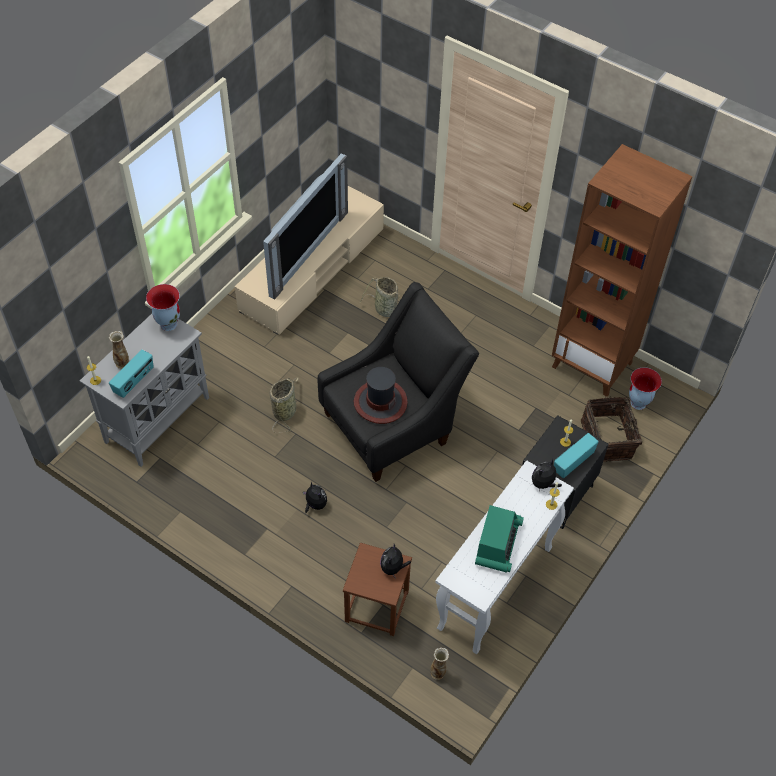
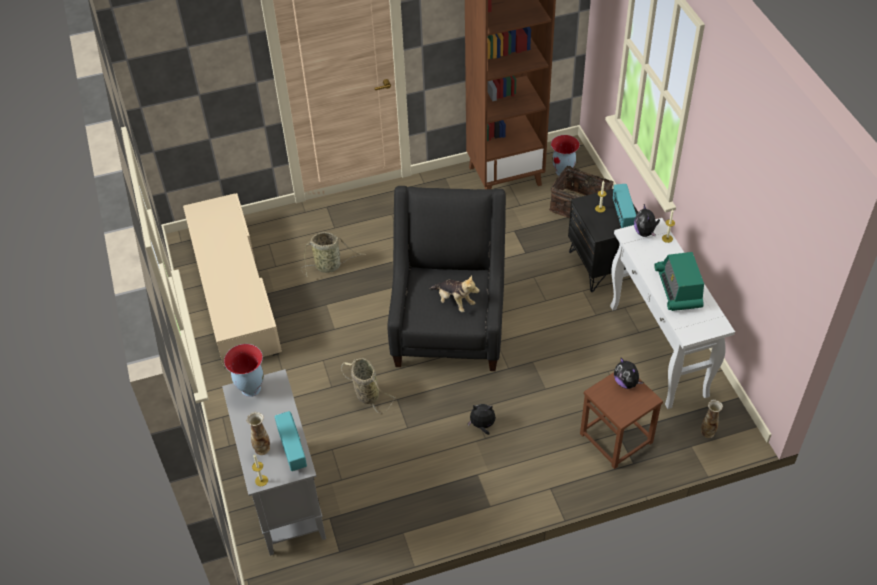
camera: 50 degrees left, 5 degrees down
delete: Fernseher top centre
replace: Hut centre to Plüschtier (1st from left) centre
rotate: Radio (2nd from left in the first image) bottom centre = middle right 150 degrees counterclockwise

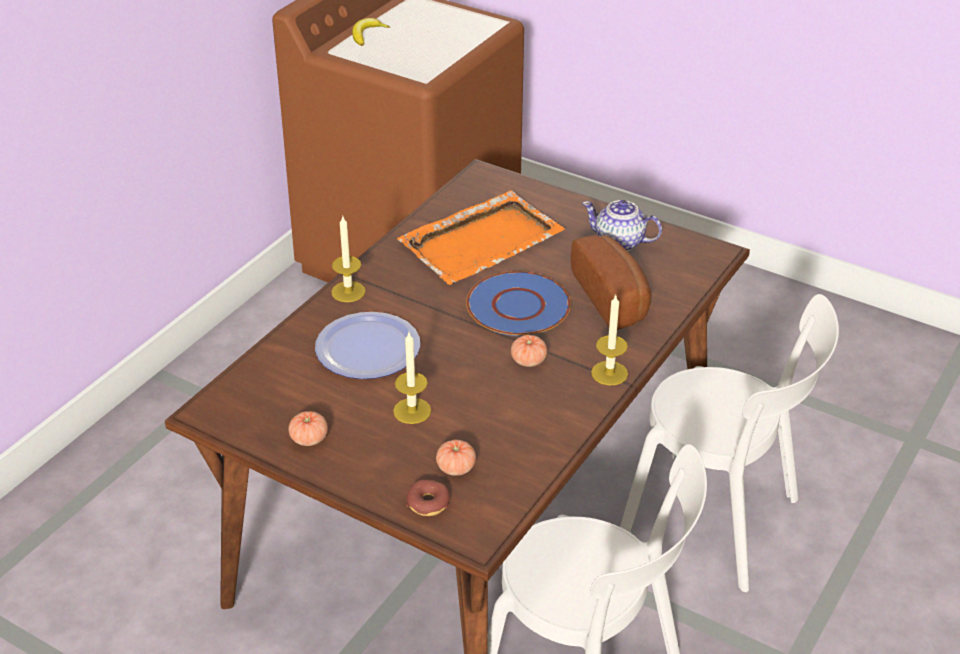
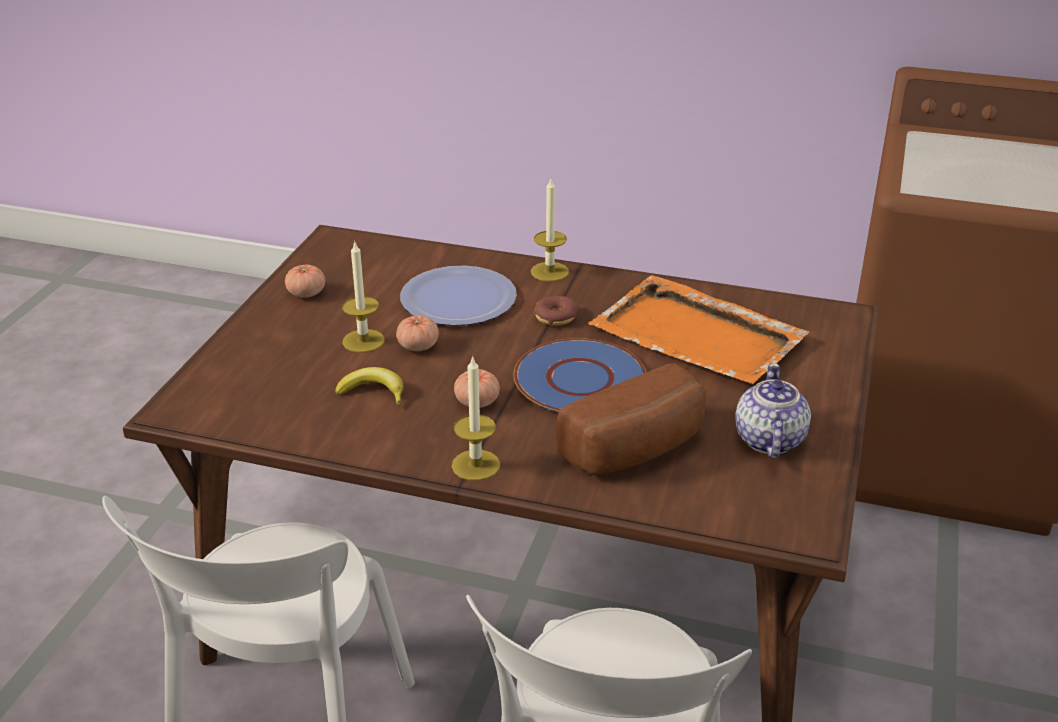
camera: 75 degrees right, 5 degrees down
move: Banane top centre to centre; Tomate (2nd from left) bottom centre to centre; Donut bottom centre to centre

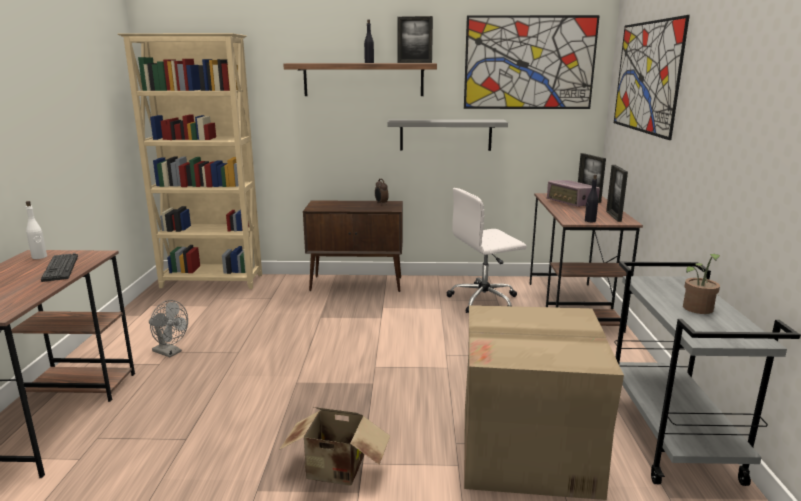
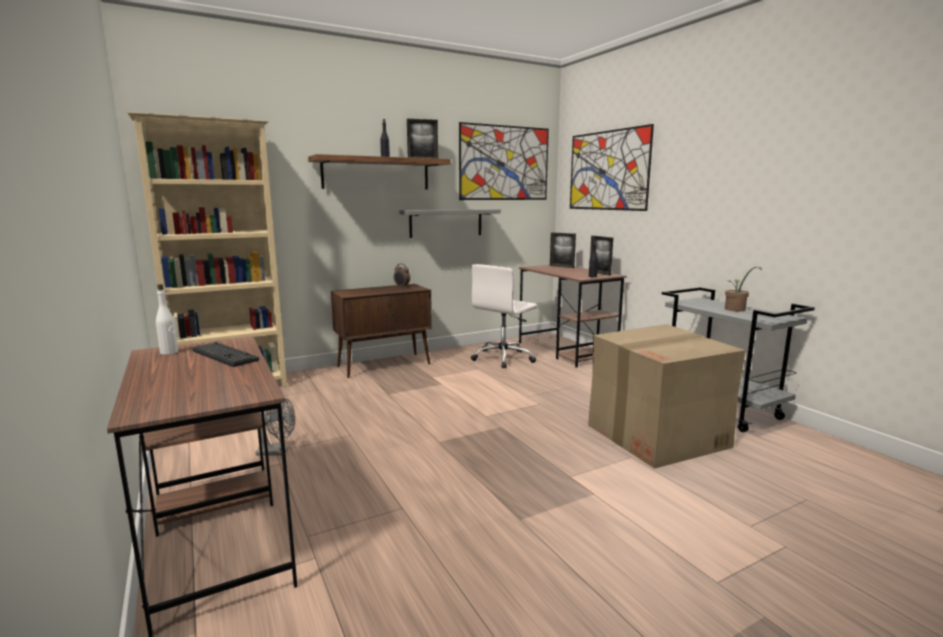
camera: 30 degrees left, 5 degrees down
delete: Radio middle right; Karton (1st from left) bottom centre

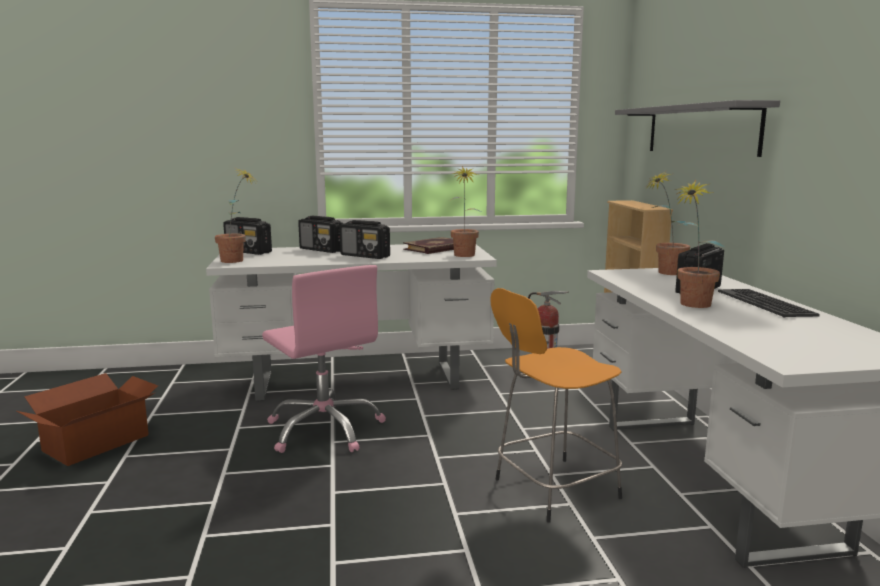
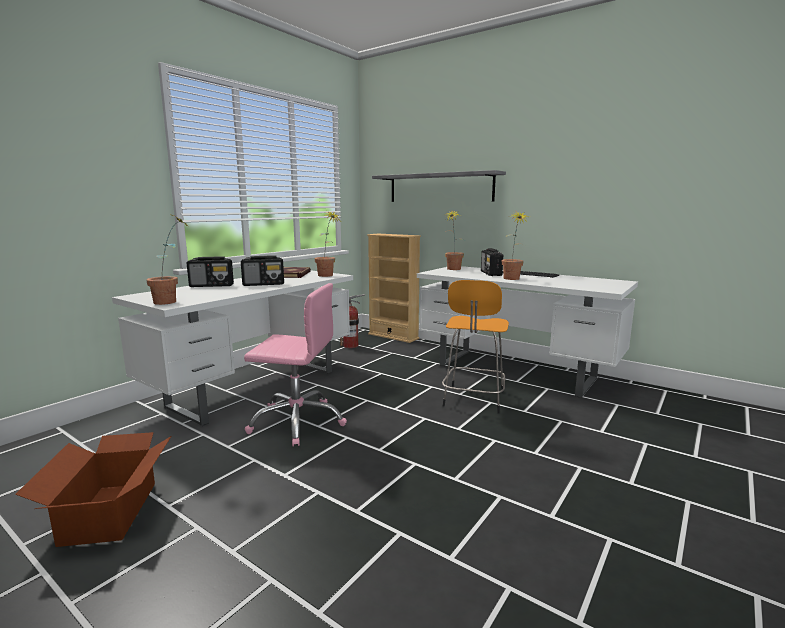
camera: 45 degrees left, 0 degrees up
delete: Radio (1st from left) middle left

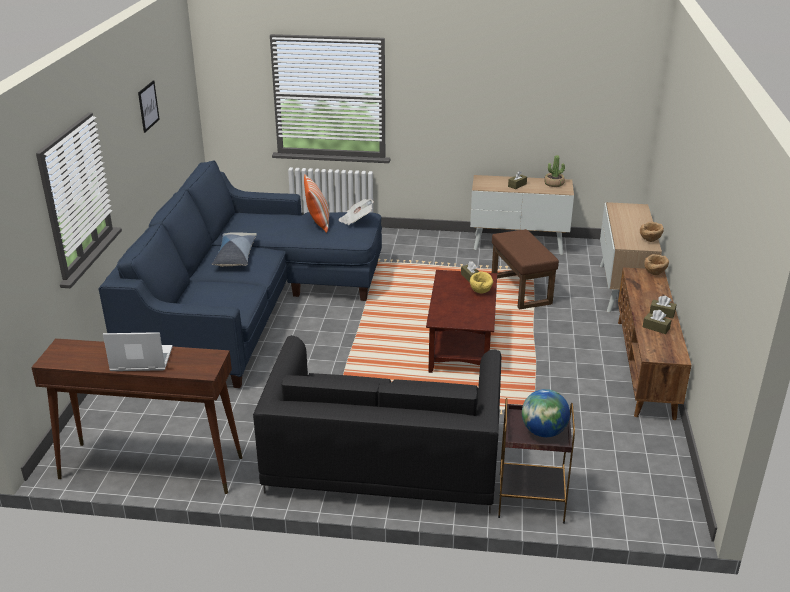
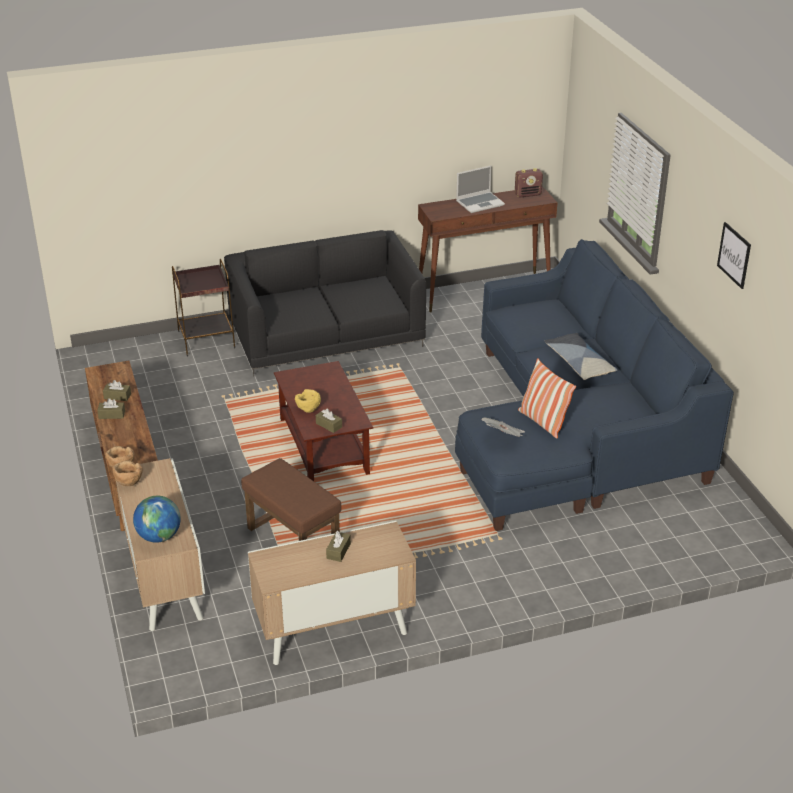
camera: 155 degrees right, 5 degrees up
delete: Topfpflanze top right
insert: Radio top right
move: Globus bottom right to middle left

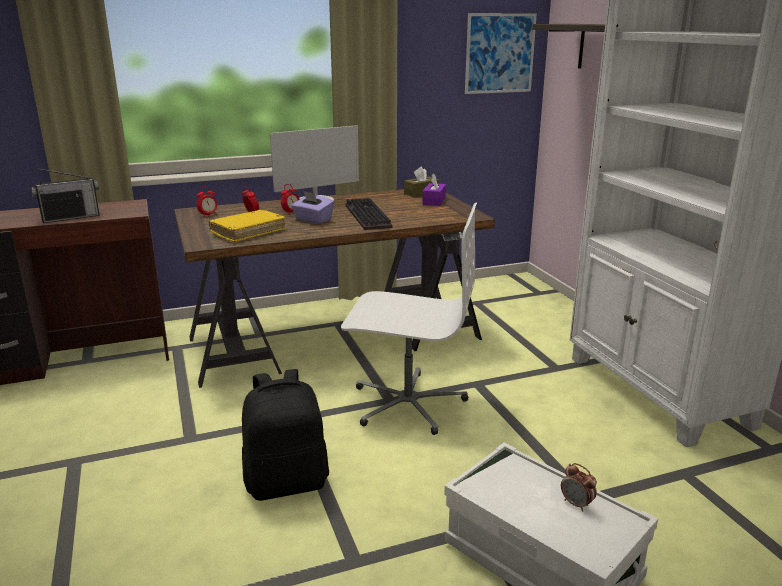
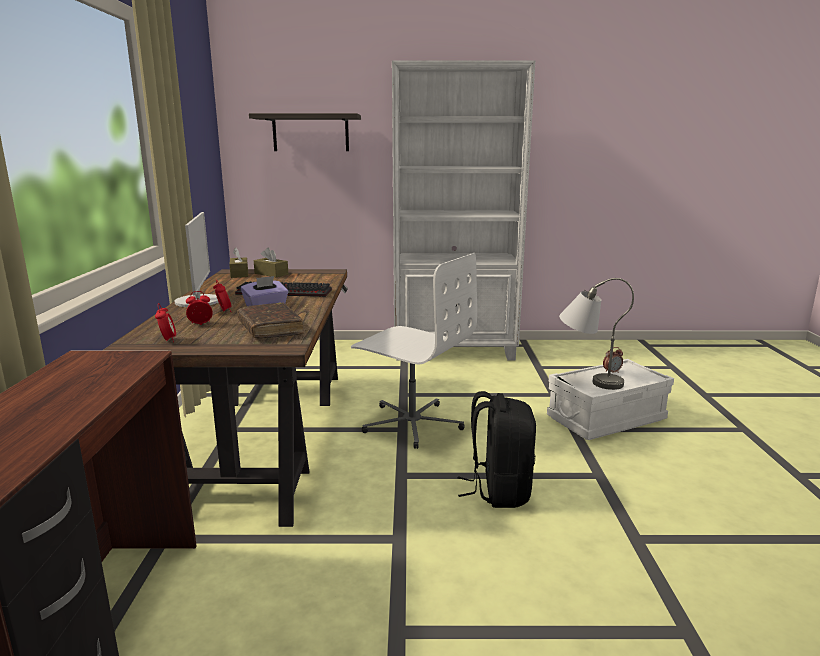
camera: 70 degrees left, 5 degrees down
delete: Bild top centre; Radio top left
insert: Tischlampe (grau) middle right
recolor: Taschentuchbox (lila) (2nd from left) top centre to Taschentuchbox (braun) (2nd from left) middle left; Buch (gelb) middle left to Buch (braun) middle left
rotate: Bürostuhl (weiß) centre = centre 90 degrees clockwise

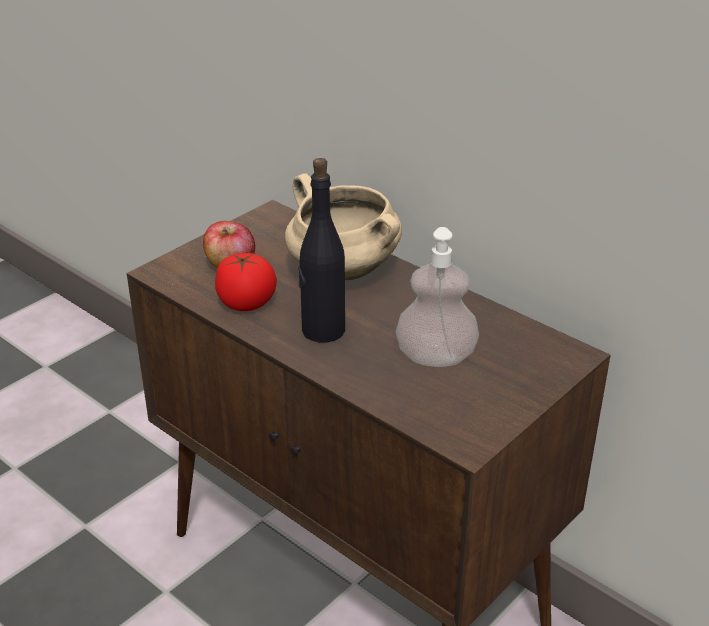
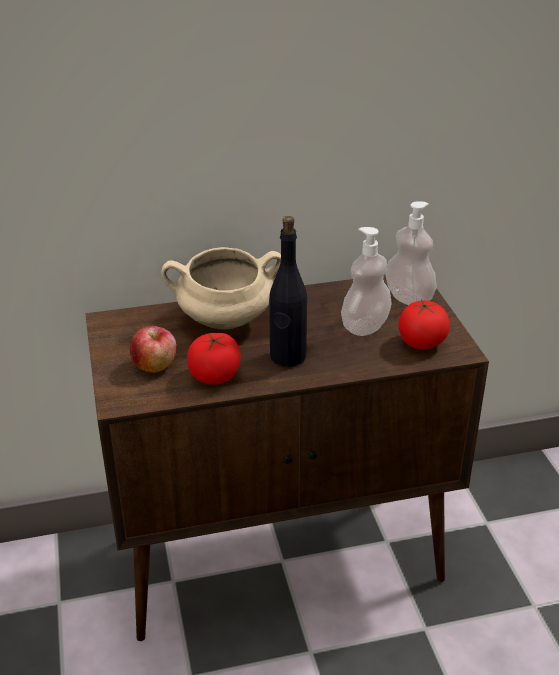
camera: 55 degrees left, 0 degrees up
insert: Seifenspender (2nd from left) middle right; Tomate (2nd from left) middle right

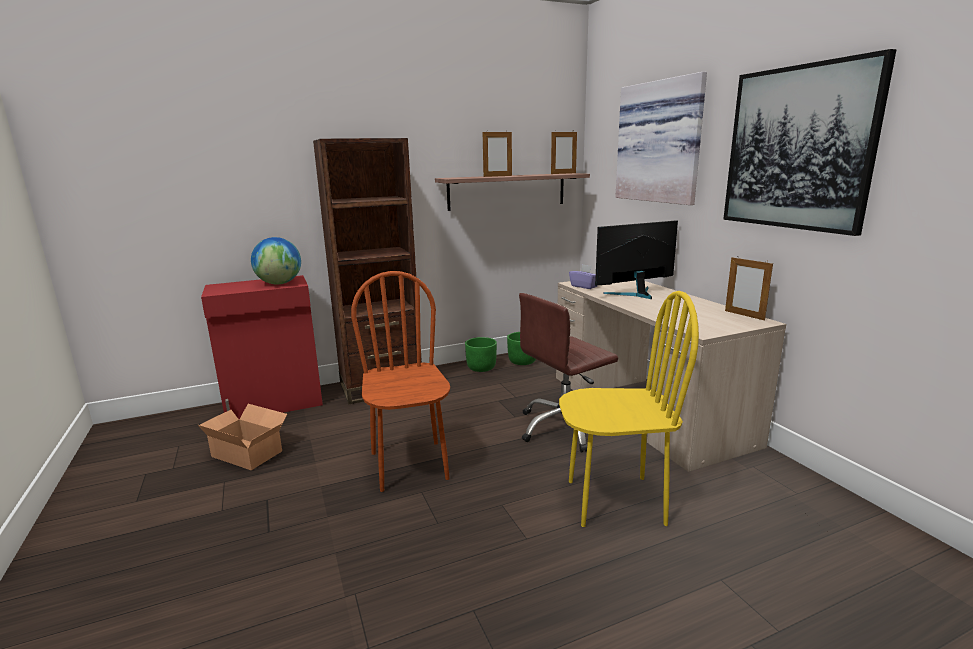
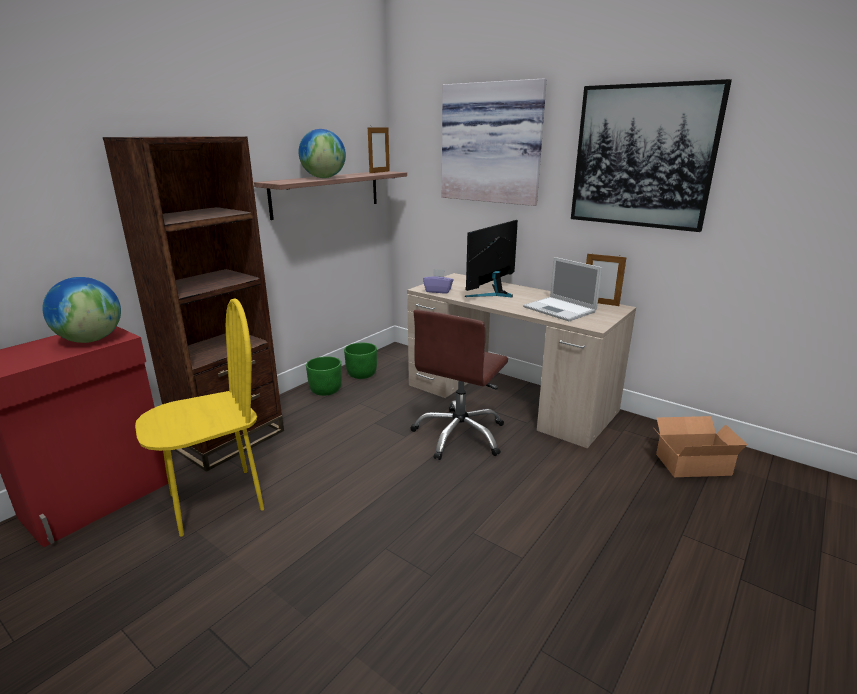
camera: 30 degrees left, 5 degrees up
delete: Stuhl (braun) centre
insert: Laptop centre
move: Stuhl (gelb) centre to middle left; Karton bottom left to middle right
replace: Bilderrahmen (1st from left) top centre to Globus (2nd from left) top centre

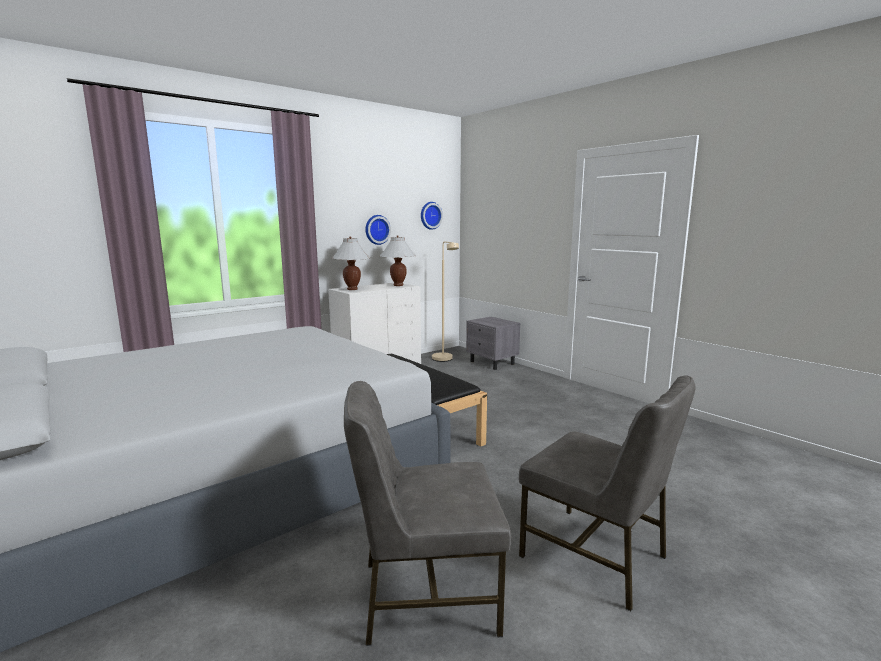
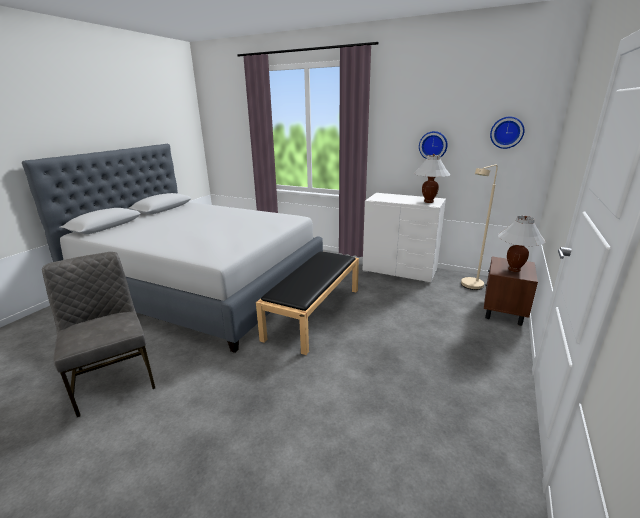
camera: 65 degrees right, 10 degrees up
delete: Stuhl (grau) (2nd from left) bottom right
move: Tischlampe (weiß) (1st from left in the first image) centre to Tischlampe (weiß) (2nd from left) middle right
recolor: Nachttisch (grau) centre to Nachttisch (braun) middle right

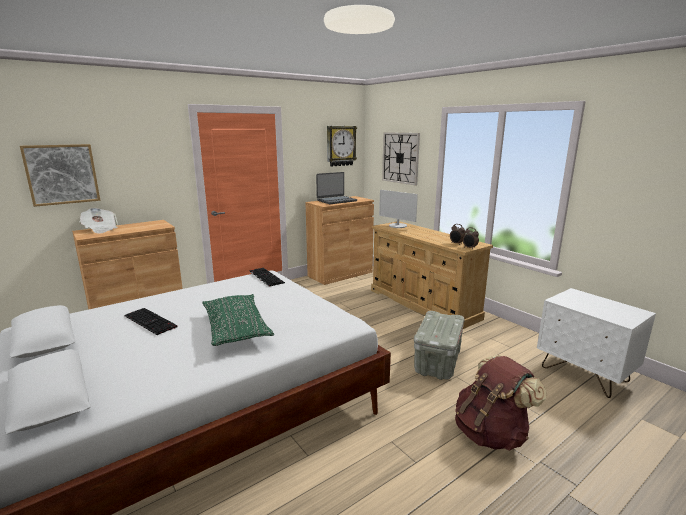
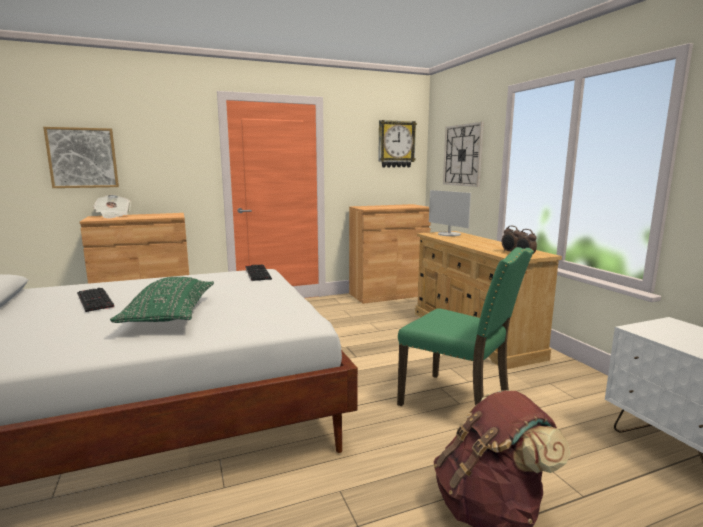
camera: 15 degrees right, 5 degrees down
delete: Laptop centre
replace: Aufbewahrungsbox (grau) bottom centre to Stuhl (grün) centre

